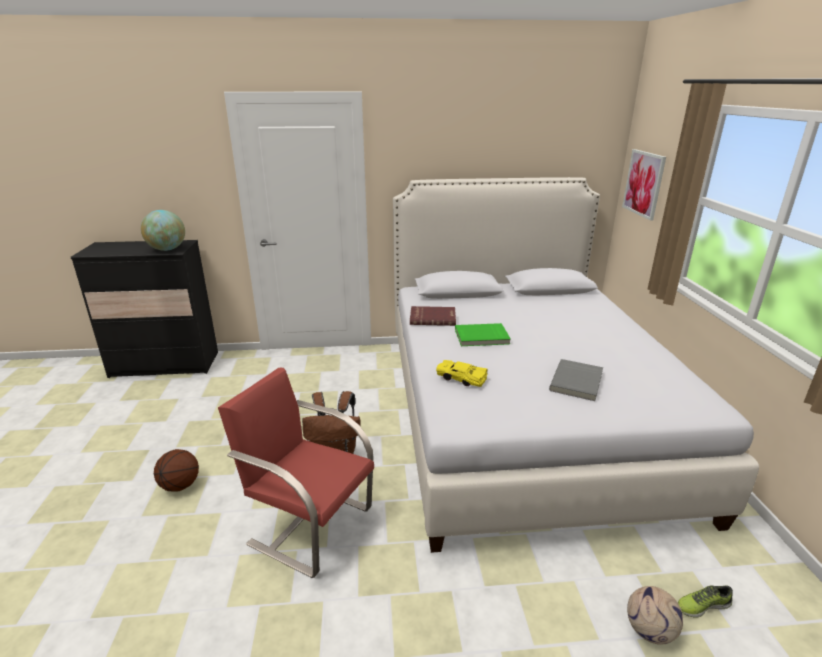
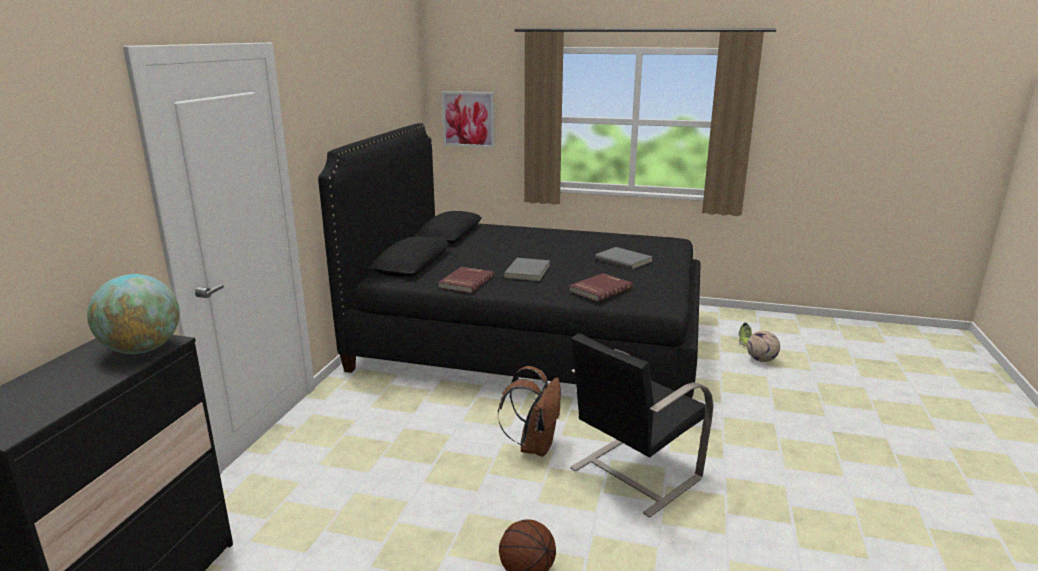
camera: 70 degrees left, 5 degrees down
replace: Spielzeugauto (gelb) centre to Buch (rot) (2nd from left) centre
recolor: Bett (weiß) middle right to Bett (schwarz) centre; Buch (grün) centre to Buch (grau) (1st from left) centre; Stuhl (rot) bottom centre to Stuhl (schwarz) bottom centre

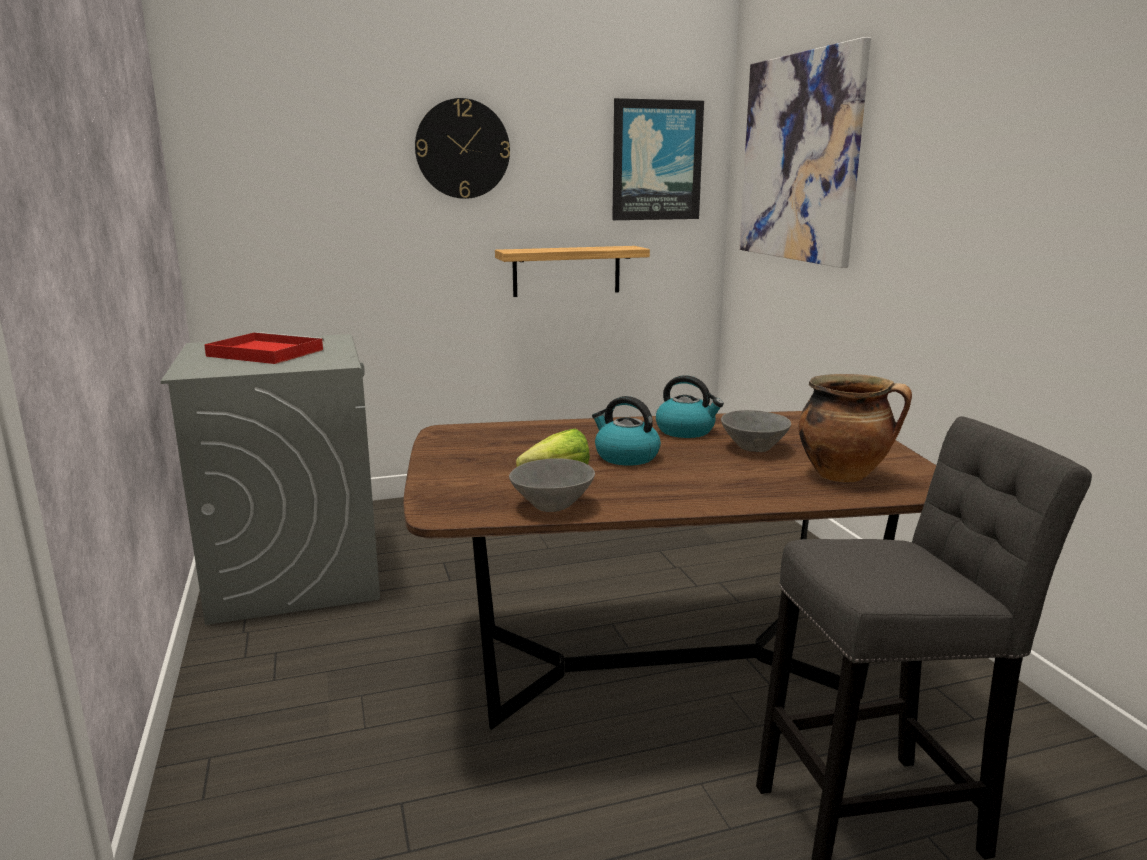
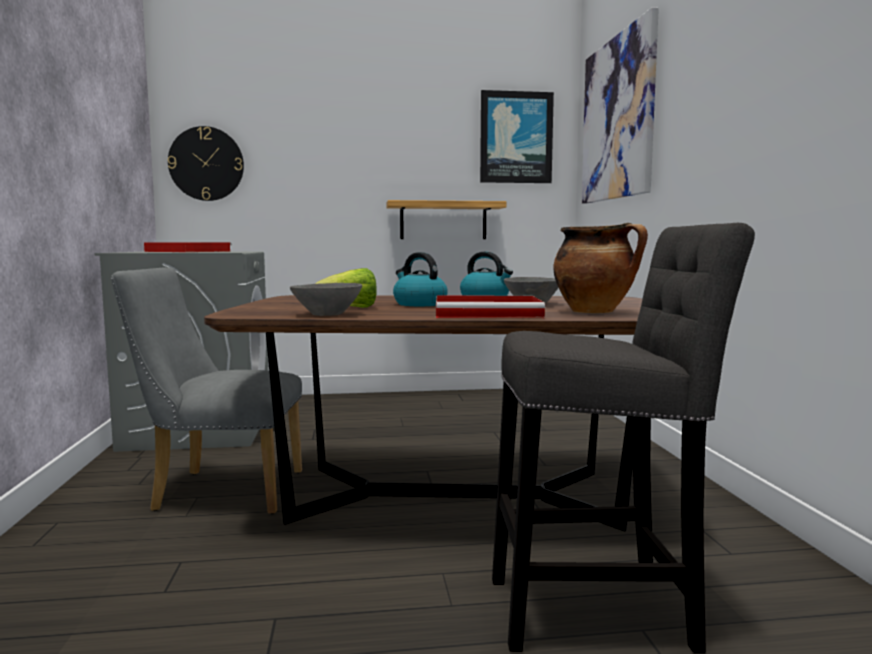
camera: 10 degrees right, 10 degrees down
insert: Stuhl (grau) middle left; Tablett (rot) (2nd from left) centre
move: Wanduhr top centre to top left

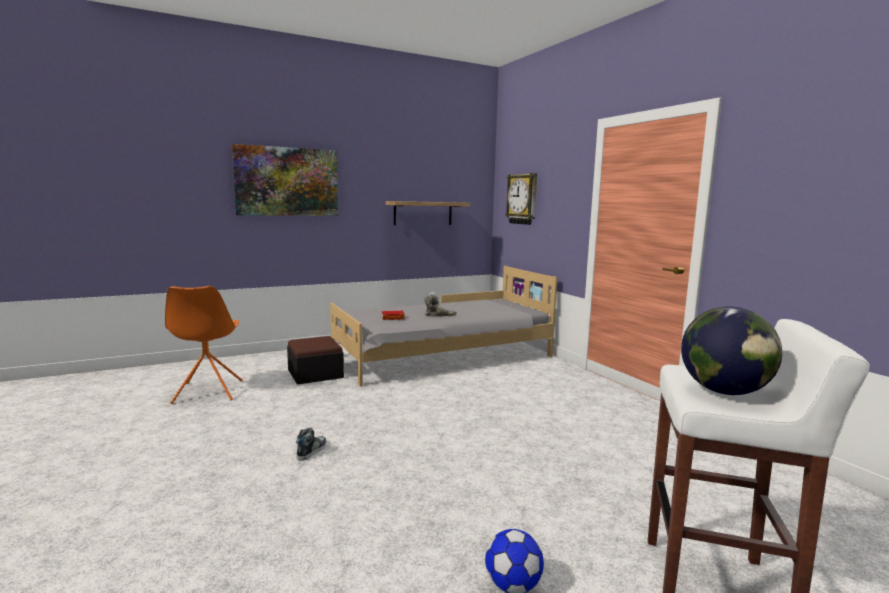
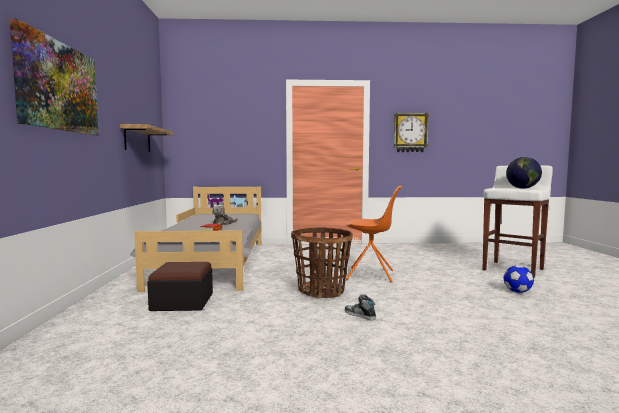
camera: 65 degrees left, 5 degrees down
insert: Korb centre
move: Wanduhr centre to top centre; Stuhl (orange) middle left to centre

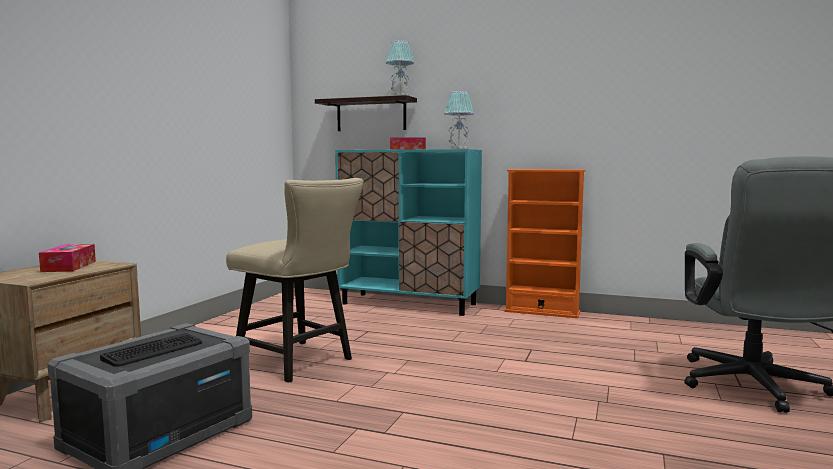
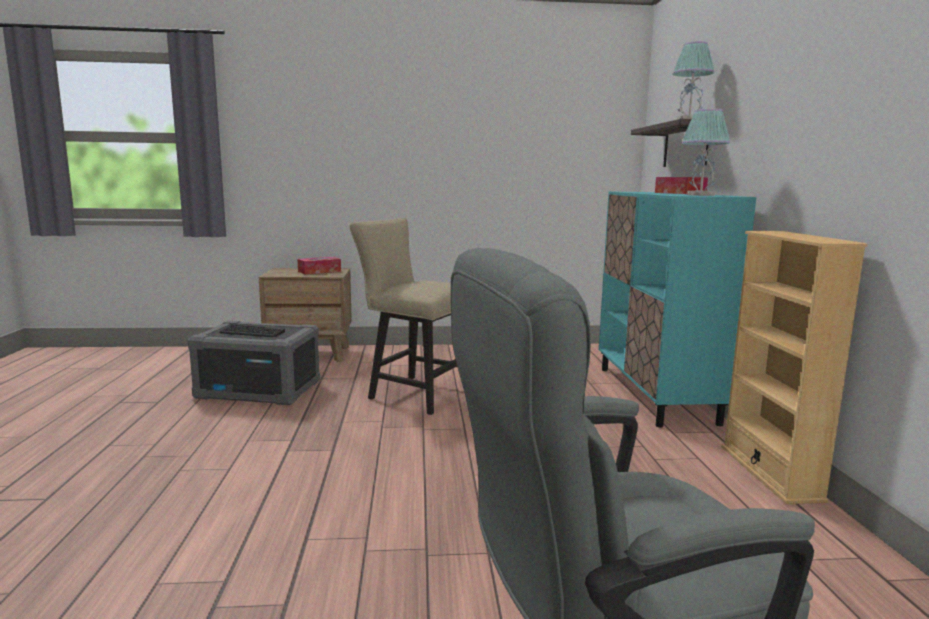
camera: 65 degrees right, 5 degrees up
recolor: Bücherregal (orange) centre to Bücherregal (beige) middle right
rotate: Stuhl (beige) centre = centre 105 degrees clockwise

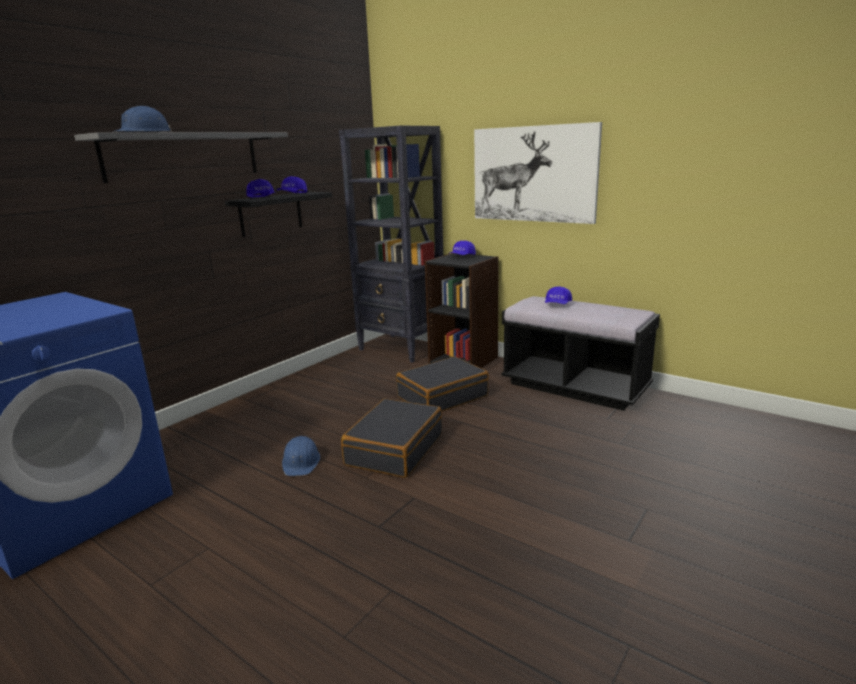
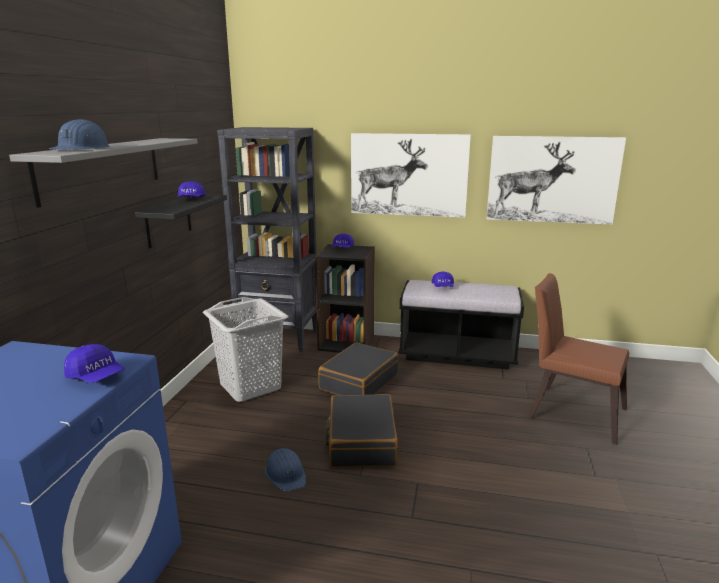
camera: 25 degrees left, 0 degrees up
insert: Bild (2nd from left) top right; Stuhl (braun) middle right; Wäschekorb (grau) centre
move: Kappe (blau) (1st from left) top left to middle left

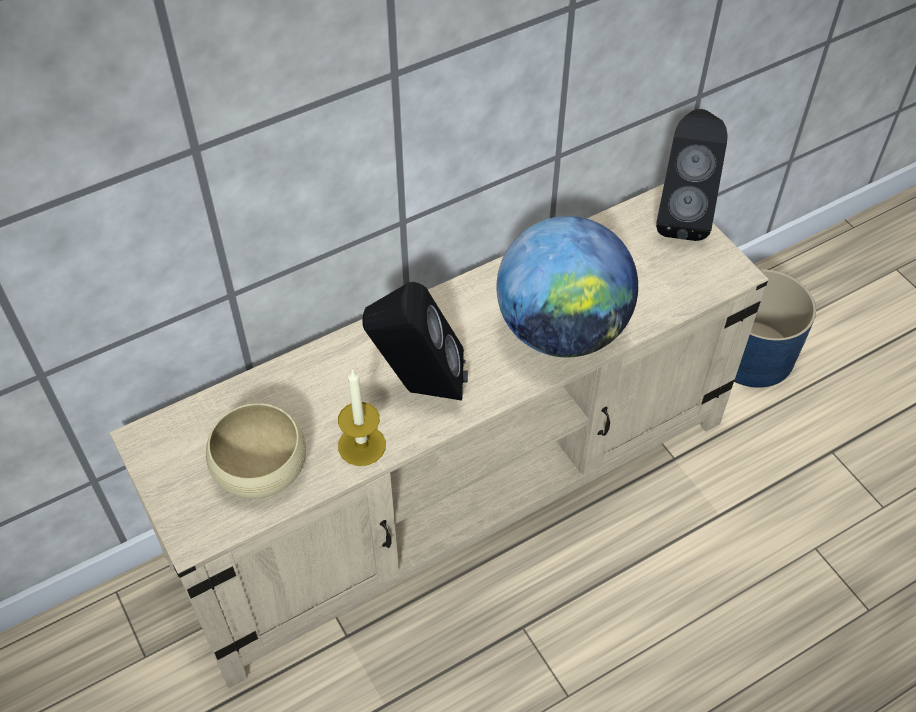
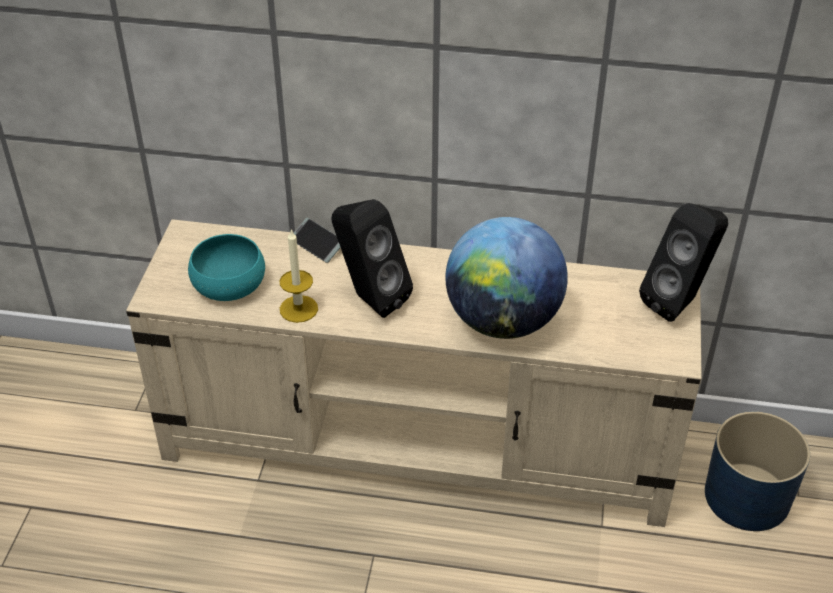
camera: 40 degrees right, 10 degrees down
insert: Handy centre
recolor: Schüssel (beige) middle left to Schüssel (türkis) middle left

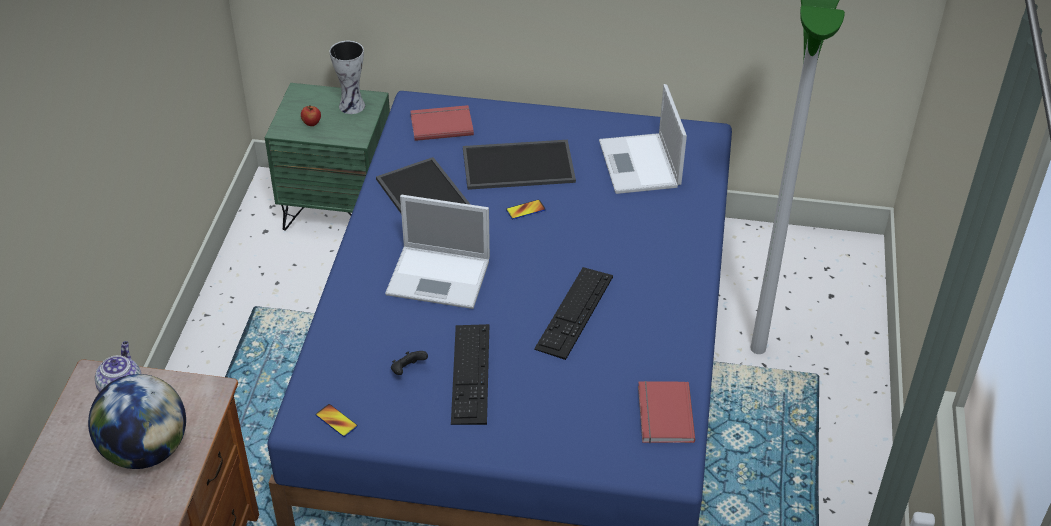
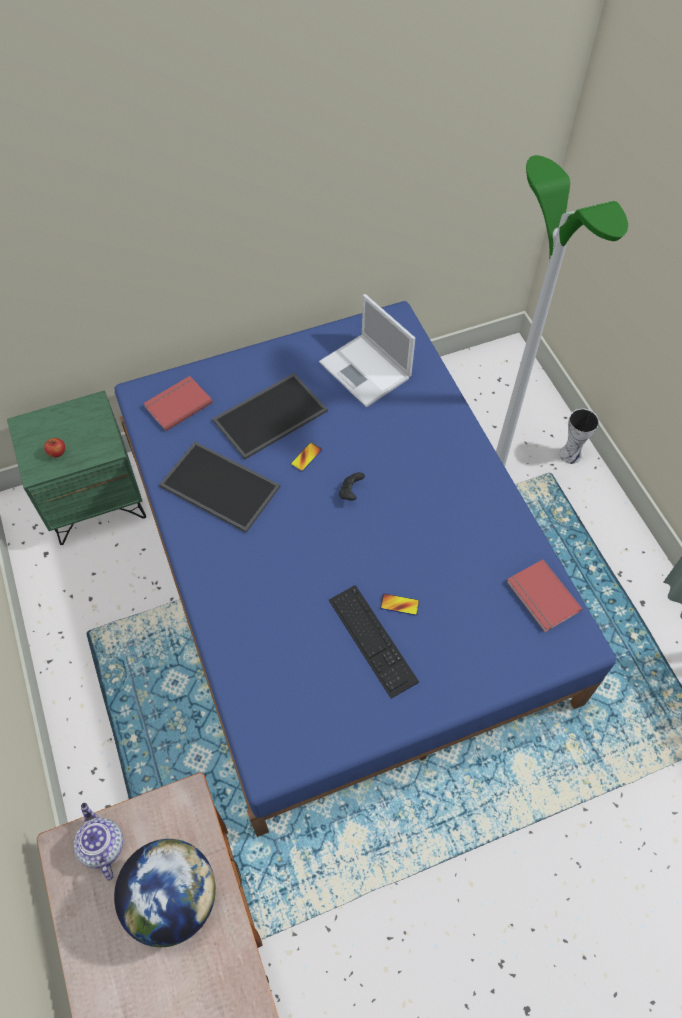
camera: 30 degrees left, 15 degrees up
delete: Laptop (1st from left) centre; Tastatur (2nd from left) centre
move: Vase top left to middle right; Gamepad (schwarz) bottom centre to centre; Handy (1st from left in the first image) bottom left to Handy (2nd from left) centre

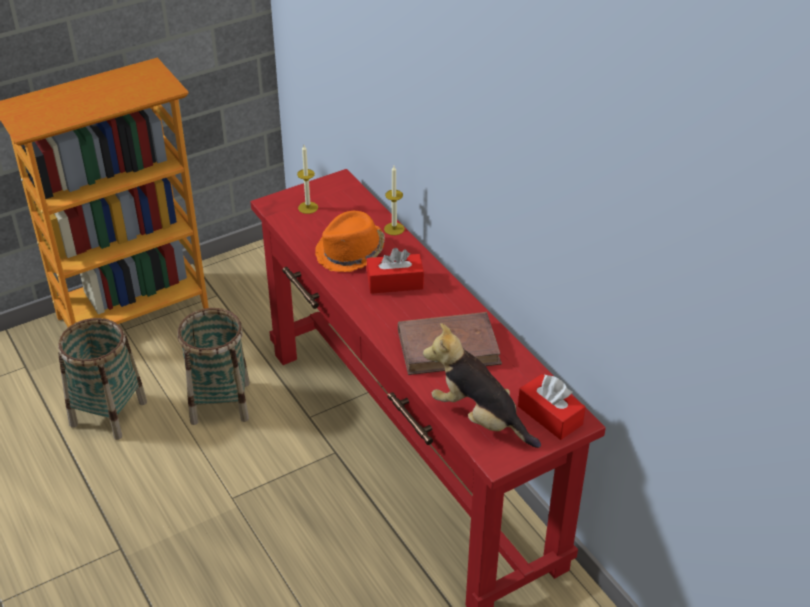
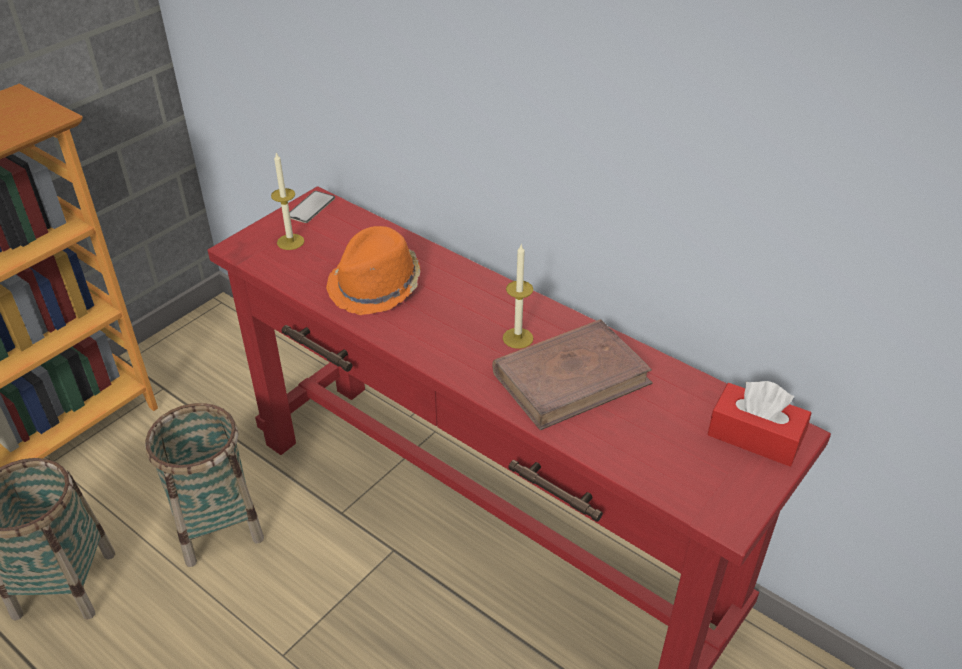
camera: 20 degrees left, 0 degrees up
delete: Taschentuchbox (rot) (1st from left) centre; Plüschtier centre
insert: Handy top left
move: Kerze (2nd from left) top centre to centre

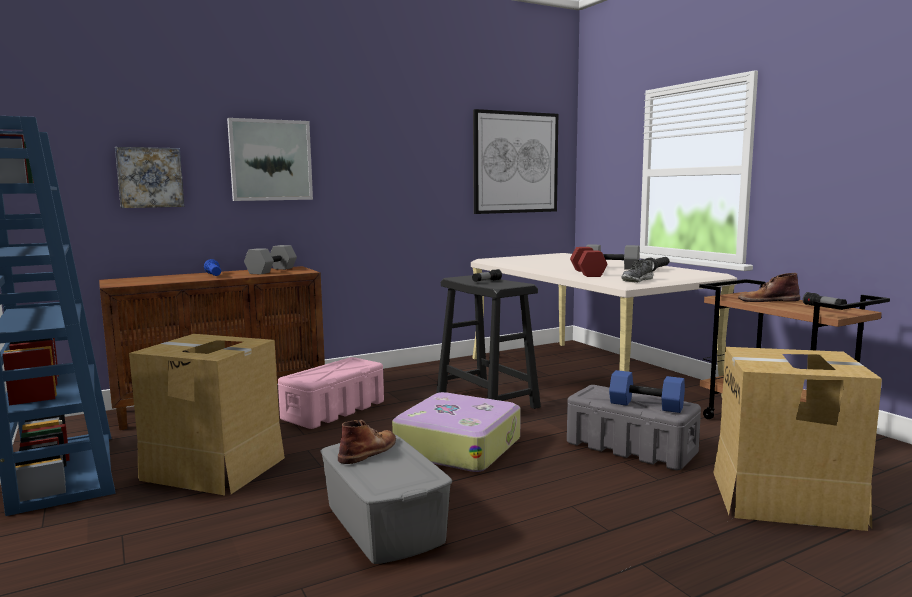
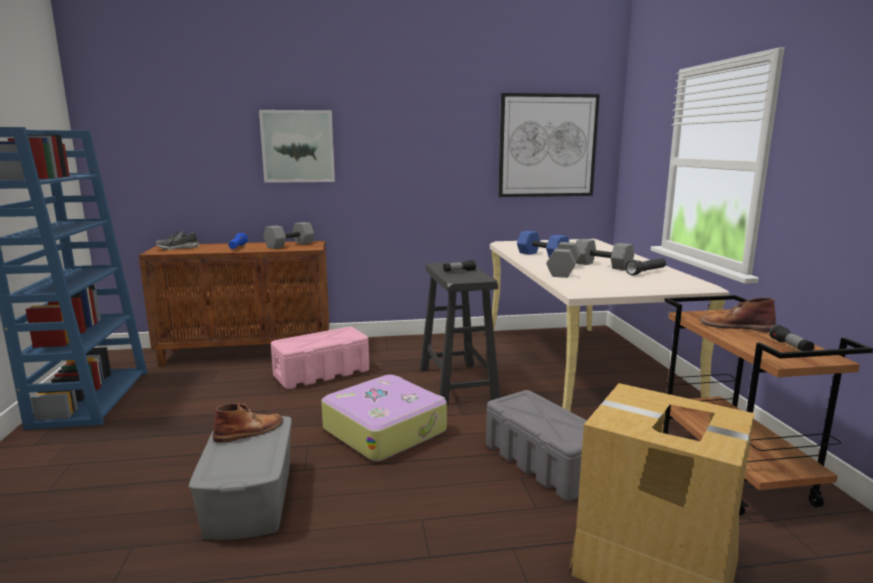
camera: 20 degrees right, 5 degrees up
delete: Bild (1st from left) top left; Karton (1st from left) bottom left
move: Schuh middle right to middle left; Hantel (blau) middle right to centre
recolor: Hantel (rot) centre to Hantel (grau) (2nd from left) centre

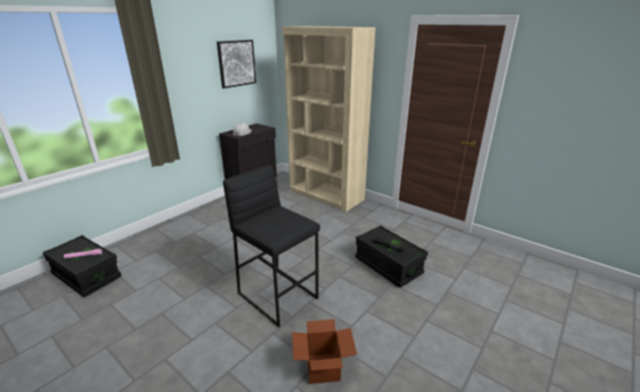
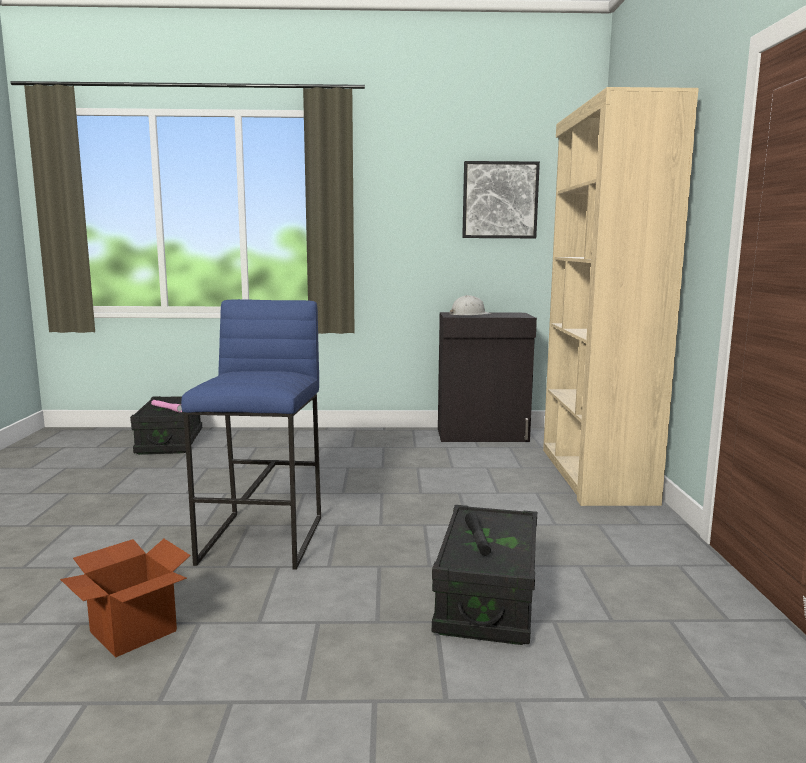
camera: 50 degrees right, 15 degrees down
recolor: Hocker (schwarz) centre to Hocker (blau) middle left

